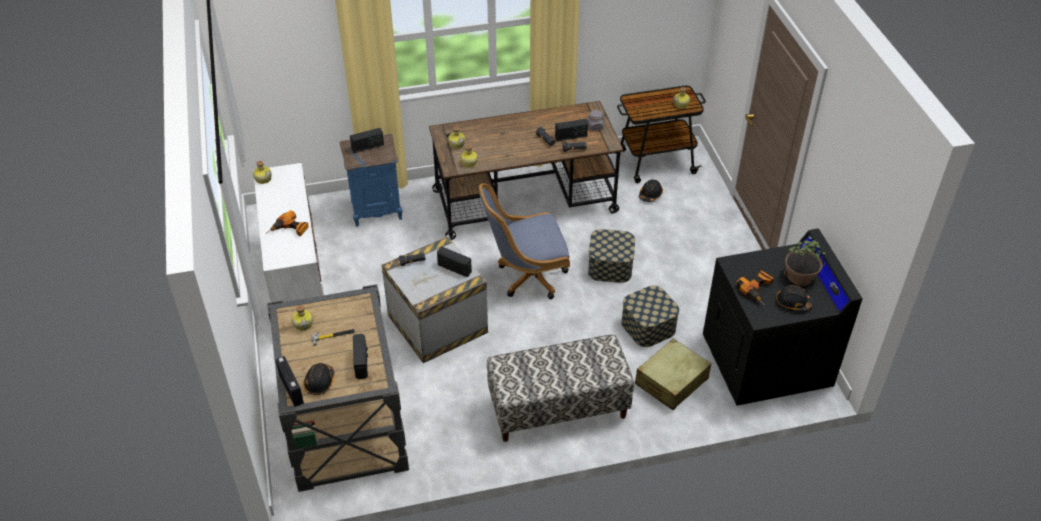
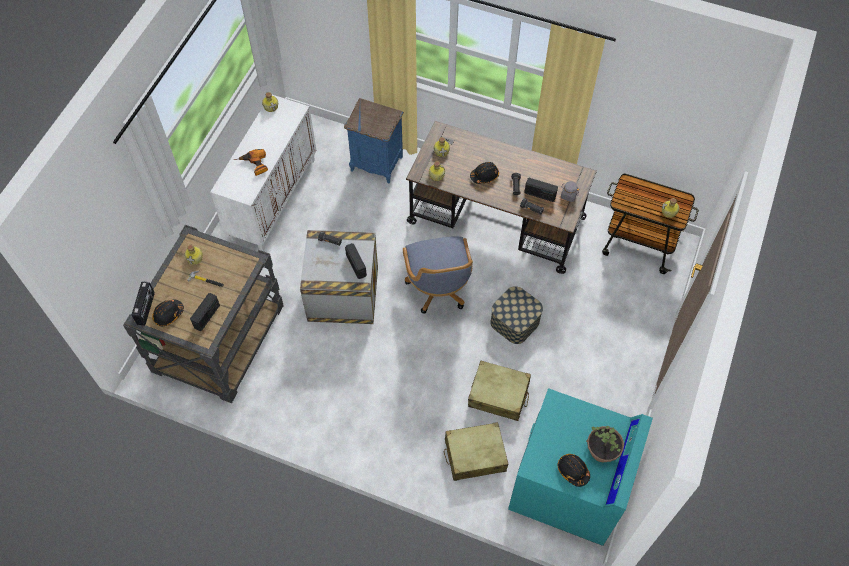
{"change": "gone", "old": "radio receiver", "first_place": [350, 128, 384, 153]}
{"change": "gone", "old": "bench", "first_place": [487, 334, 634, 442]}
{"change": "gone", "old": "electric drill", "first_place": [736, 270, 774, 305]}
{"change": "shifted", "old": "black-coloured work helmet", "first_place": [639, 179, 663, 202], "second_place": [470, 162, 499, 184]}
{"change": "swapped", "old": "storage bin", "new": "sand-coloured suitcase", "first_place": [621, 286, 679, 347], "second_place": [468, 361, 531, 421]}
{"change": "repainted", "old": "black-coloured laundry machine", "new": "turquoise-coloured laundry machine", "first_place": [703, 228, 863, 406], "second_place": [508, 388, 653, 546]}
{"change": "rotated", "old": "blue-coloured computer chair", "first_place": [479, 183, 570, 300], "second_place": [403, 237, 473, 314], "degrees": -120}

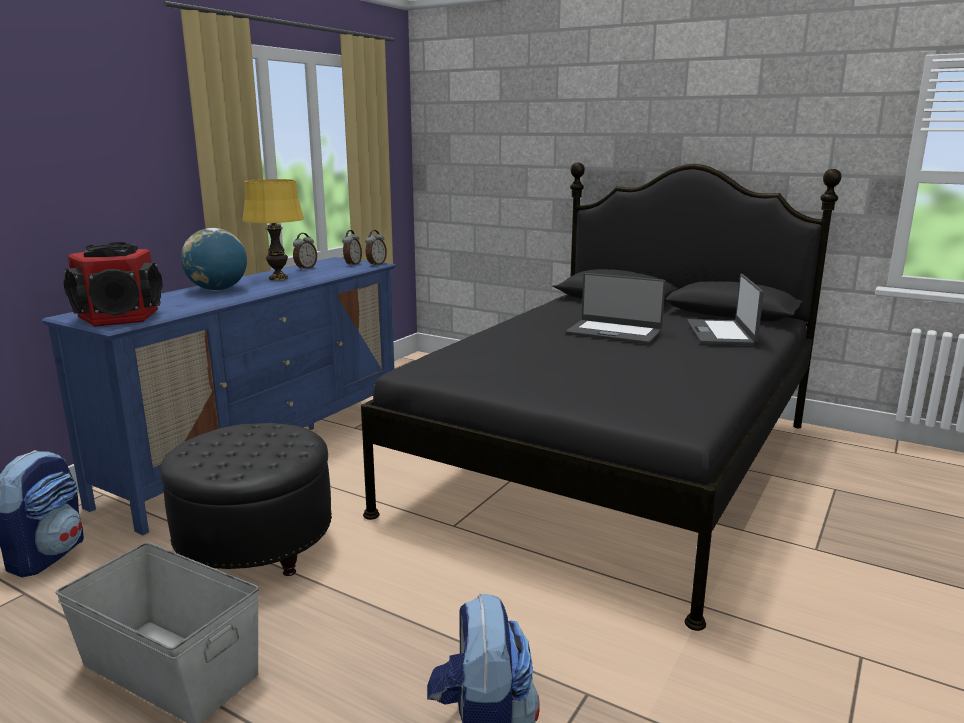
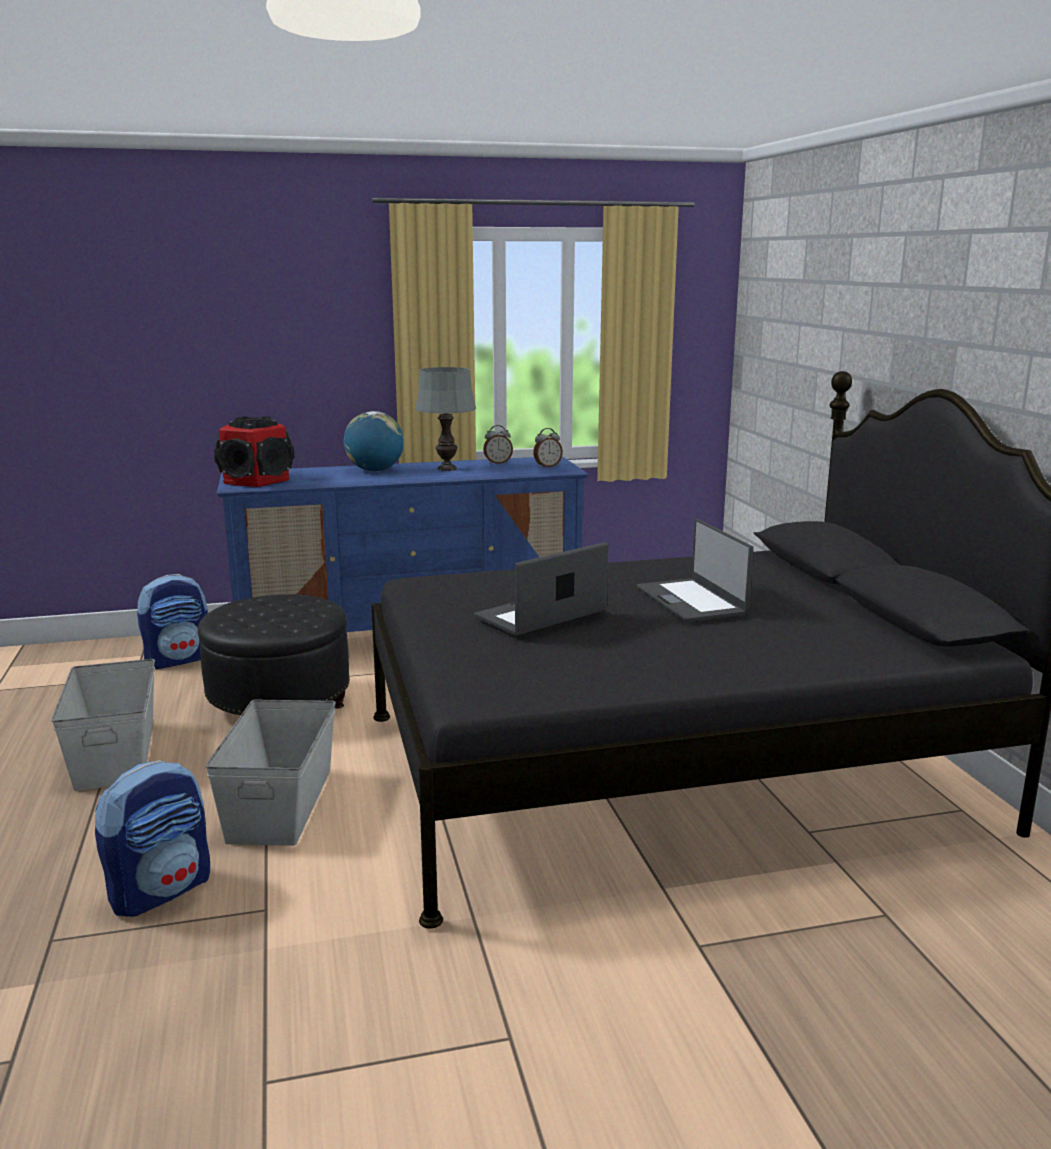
{"change": "gone", "old": "bedside clock", "first_place": [365, 230, 387, 266]}
{"change": "new", "new": "greyish storage bin", "second_place": [205, 700, 336, 846]}
{"change": "shifted", "old": "portable computer", "first_place": [687, 274, 764, 345], "second_place": [474, 542, 609, 636]}
{"change": "repainted", "old": "yellow-coloured table lamp", "new": "greyish table lamp", "first_place": [242, 179, 304, 280], "second_place": [415, 367, 476, 471]}

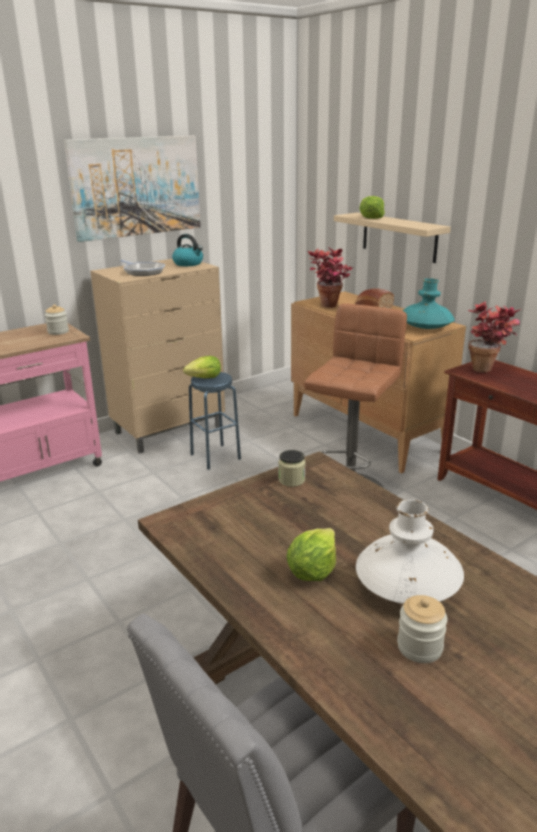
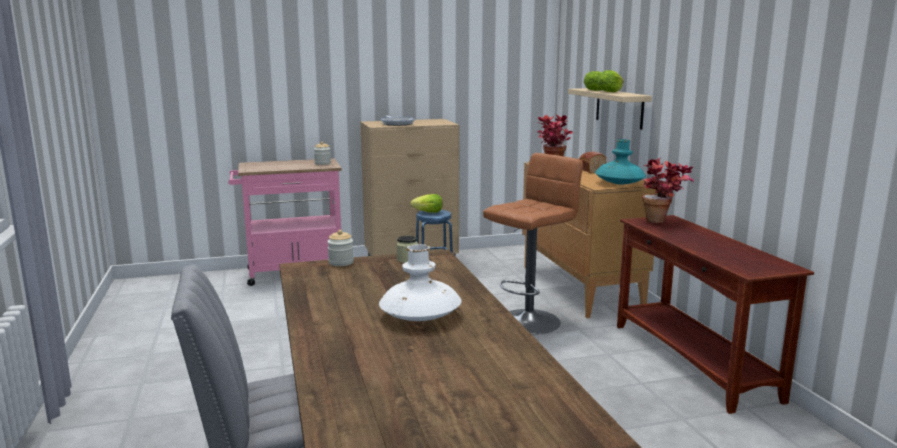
{"change": "gone", "old": "picture", "first_place": [64, 136, 201, 242]}
{"change": "gone", "old": "tea kettle", "first_place": [172, 234, 203, 266]}
{"change": "shifted", "old": "head of lettuce", "first_place": [286, 528, 336, 581], "second_place": [598, 70, 624, 93]}
{"change": "shifted", "old": "preserve jar", "first_place": [397, 595, 447, 663], "second_place": [327, 230, 354, 266]}

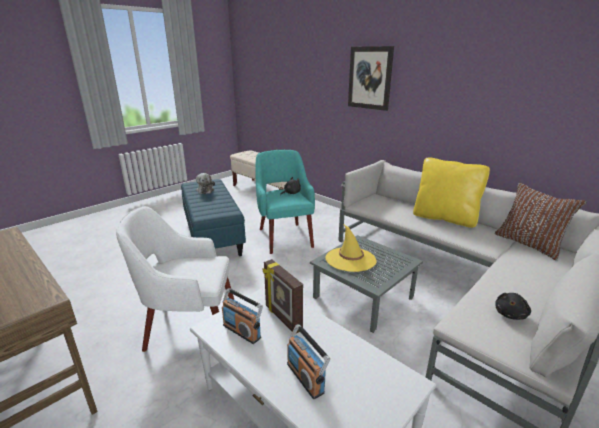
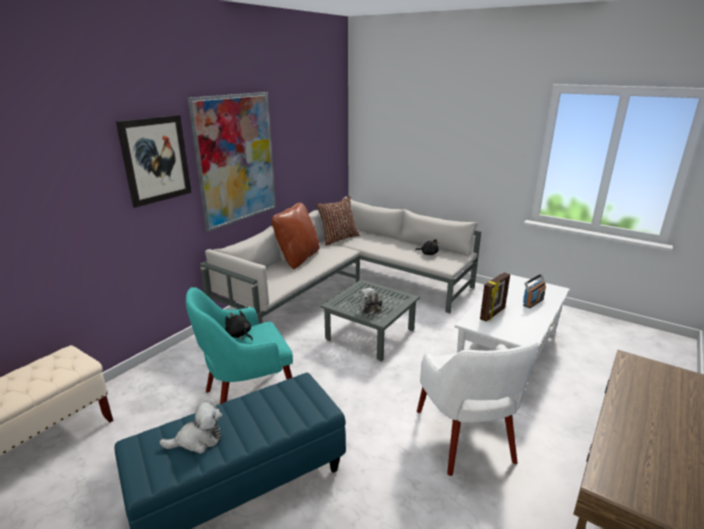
{"change": "gone", "old": "radio receiver", "first_place": [222, 288, 263, 344]}
{"change": "new", "new": "picture", "second_place": [188, 92, 276, 232]}
{"change": "swapped", "old": "yellow-coloured wearable hat", "new": "cuddly toy", "first_place": [325, 225, 377, 272], "second_place": [360, 288, 383, 315]}
{"change": "repainted", "old": "yellow-coloured cushion", "new": "brown cushion", "first_place": [413, 157, 490, 228], "second_place": [272, 202, 320, 269]}

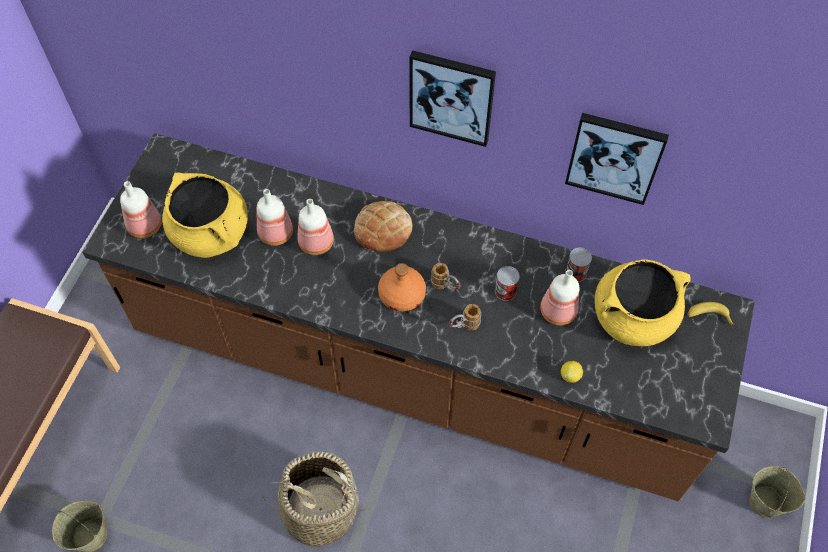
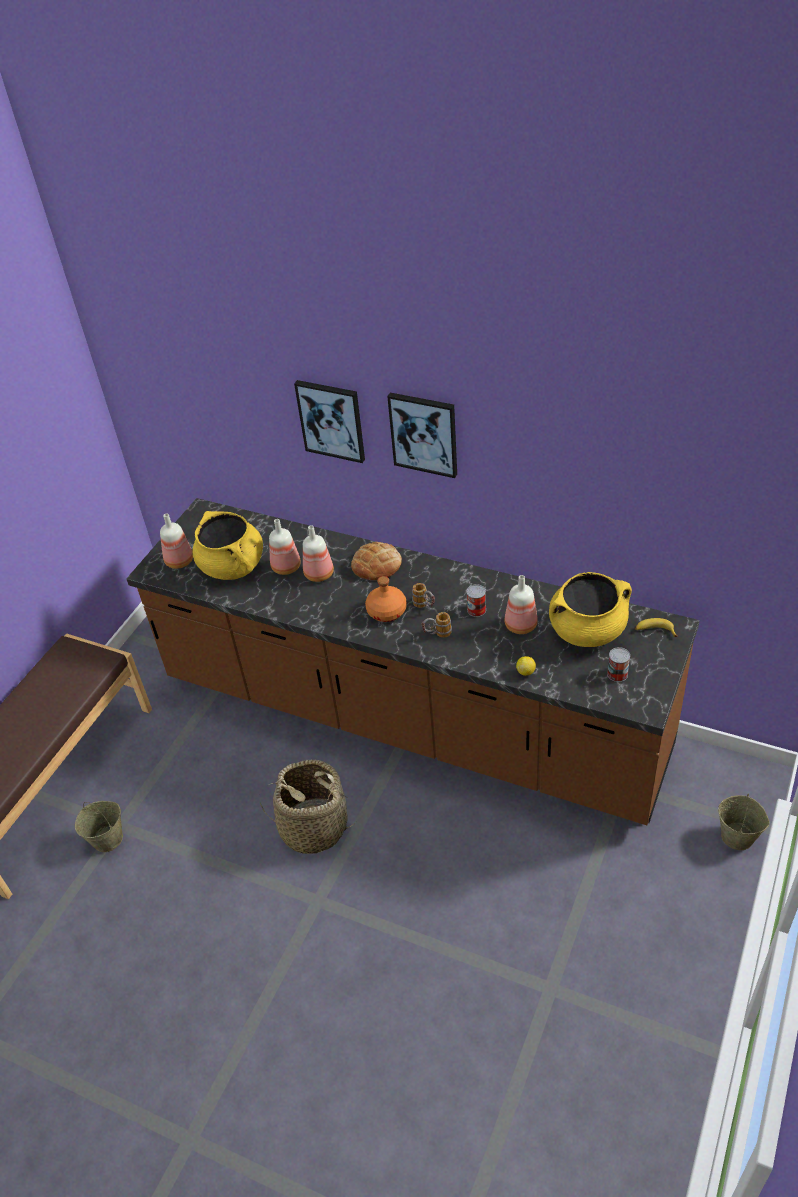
{"change": "shifted", "old": "picture", "first_place": [565, 113, 669, 205], "second_place": [294, 380, 365, 463]}
{"change": "shifted", "old": "sealed can", "first_place": [565, 248, 592, 282], "second_place": [607, 647, 630, 682]}

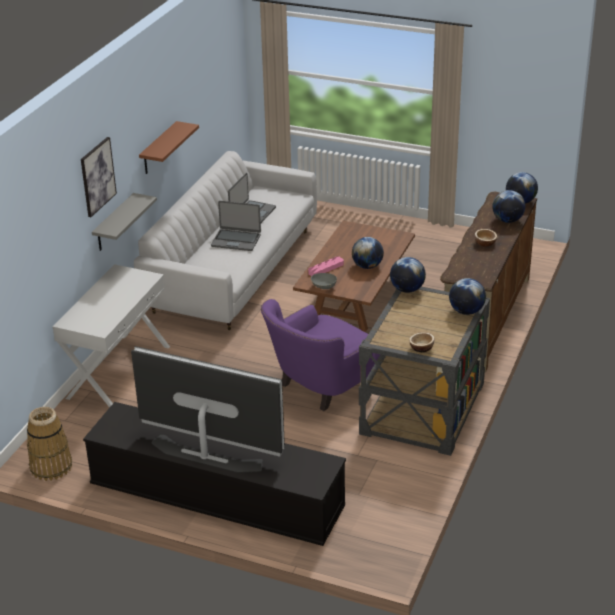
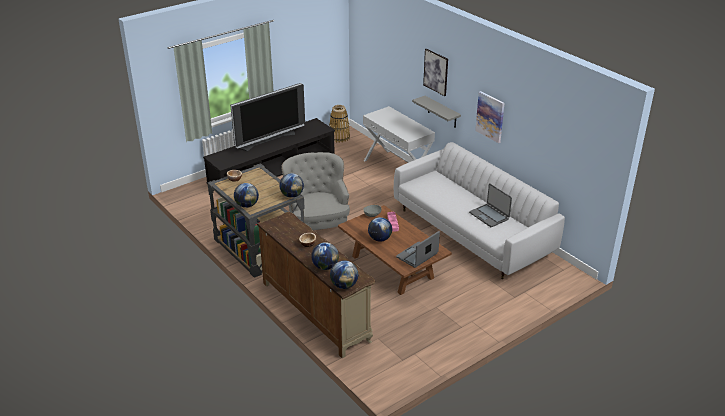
{"change": "shifted", "old": "portable computer", "first_place": [211, 201, 261, 251], "second_place": [396, 231, 440, 268]}
{"change": "swapped", "old": "brown shelf", "new": "picture", "first_place": [139, 121, 199, 174], "second_place": [475, 91, 505, 143]}
{"change": "repainted", "old": "purple lounge chair", "new": "greyish lounge chair", "first_place": [261, 299, 380, 411], "second_place": [282, 152, 350, 230]}

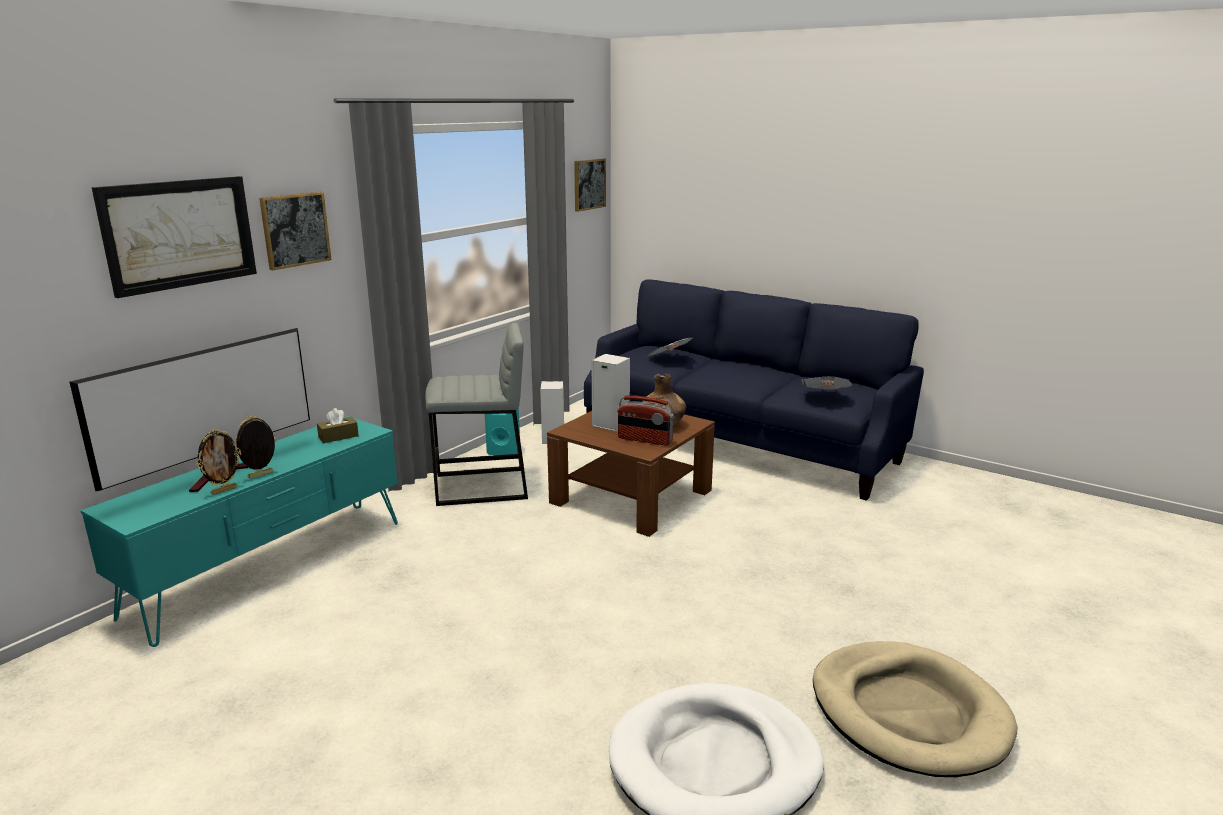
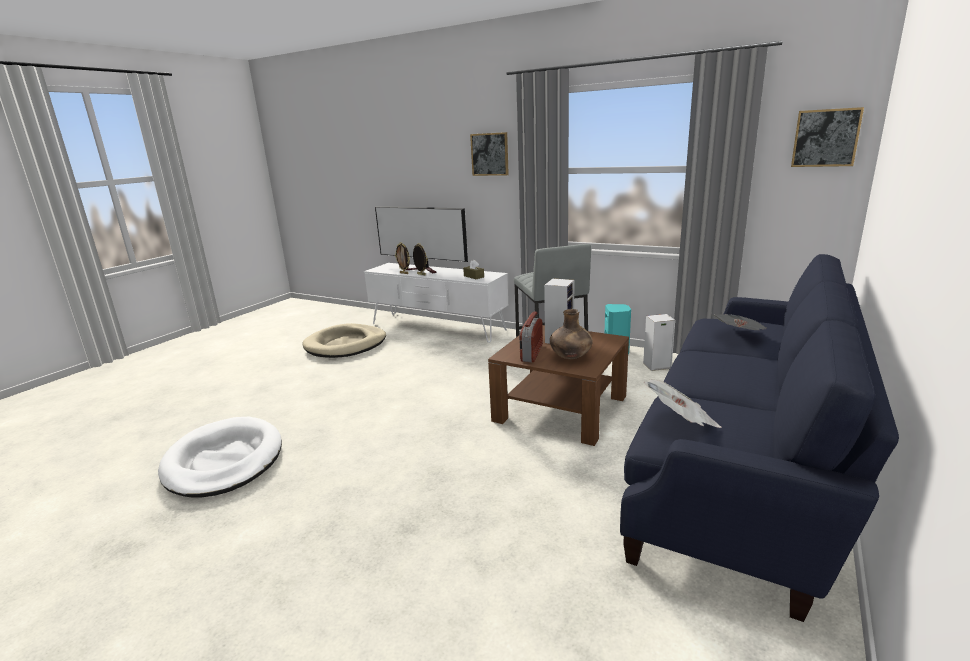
{"change": "gone", "old": "picture", "first_place": [92, 176, 257, 298]}
{"change": "shifted", "old": "sand-coloured dog bed", "first_place": [813, 641, 1017, 777], "second_place": [303, 323, 386, 358]}
{"change": "repainted", "old": "turquoise-coloured media console", "new": "whitish media console", "first_place": [80, 416, 398, 647], "second_place": [364, 263, 509, 343]}

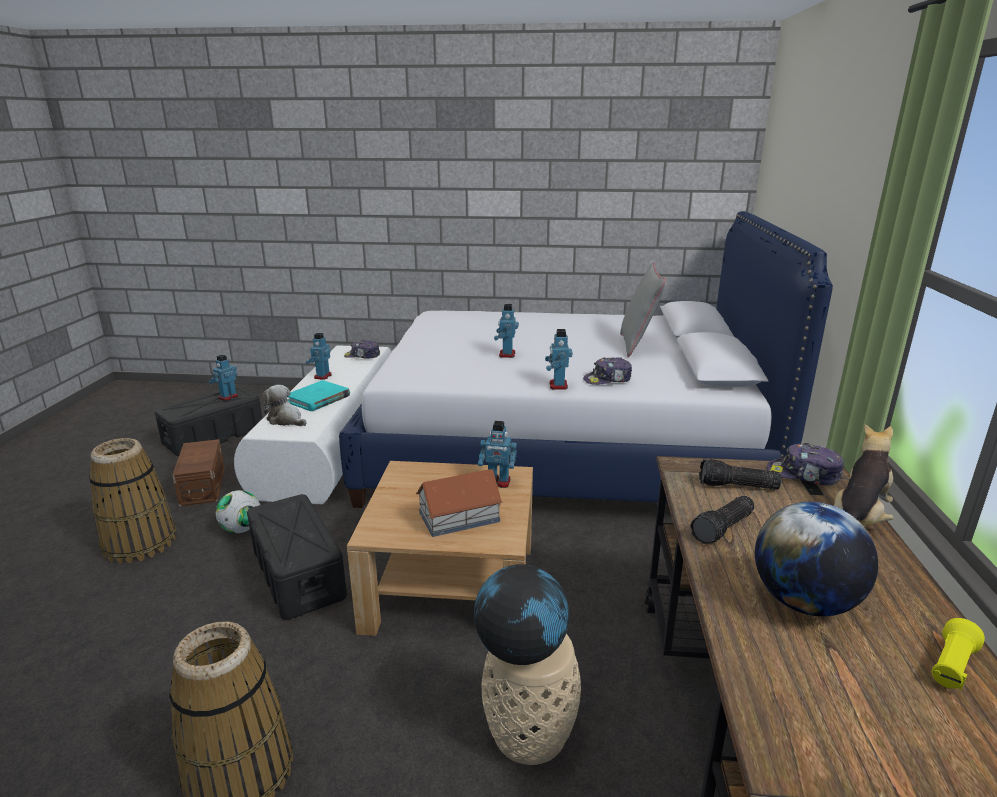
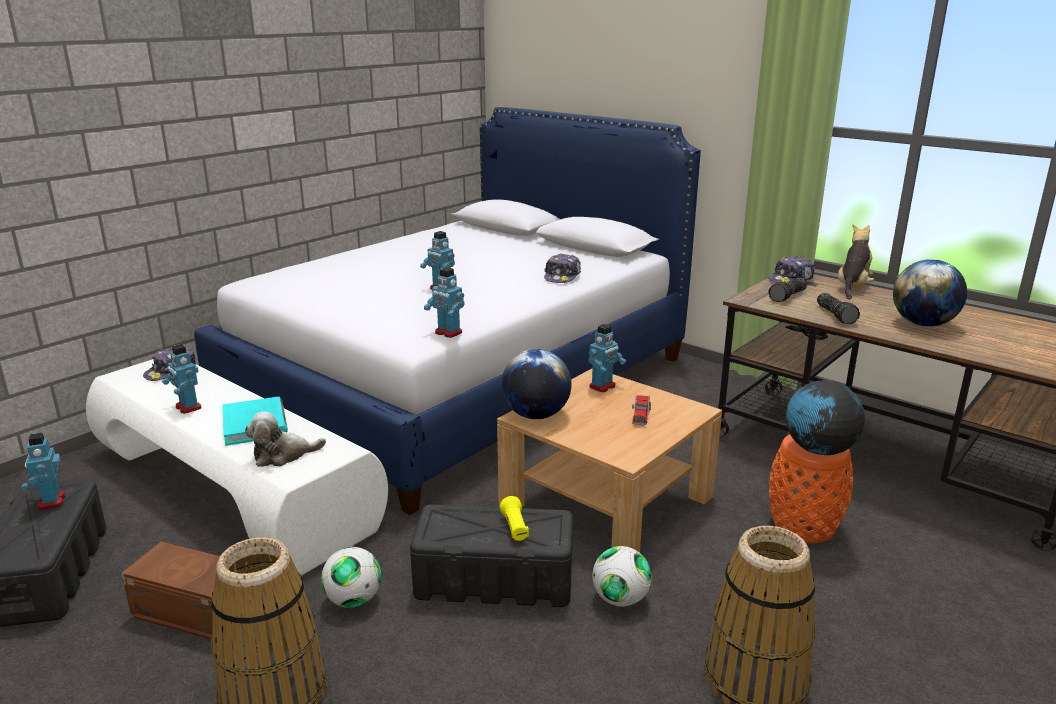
{"change": "gone", "old": "greyish cushion", "first_place": [620, 263, 665, 357]}
{"change": "new", "new": "globe", "second_place": [501, 349, 572, 419]}
{"change": "new", "new": "football ball", "second_place": [592, 546, 651, 607]}
{"change": "shifted", "old": "model robot", "first_place": [545, 329, 573, 390], "second_place": [424, 267, 465, 338]}
{"change": "shifted", "old": "yellow-coloured flashlight", "first_place": [932, 618, 985, 690], "second_place": [500, 496, 529, 541]}
{"change": "swapped", "old": "toy house", "new": "toy truck", "first_place": [416, 469, 502, 537], "second_place": [632, 395, 651, 425]}
{"change": "repainted", "old": "sand-coloured stool", "new": "orange stool", "first_place": [481, 634, 581, 765], "second_place": [769, 434, 853, 543]}
{"change": "rotated", "old": "cuddly toy", "first_place": [834, 424, 894, 525], "second_place": [838, 224, 874, 300], "degrees": 45}

